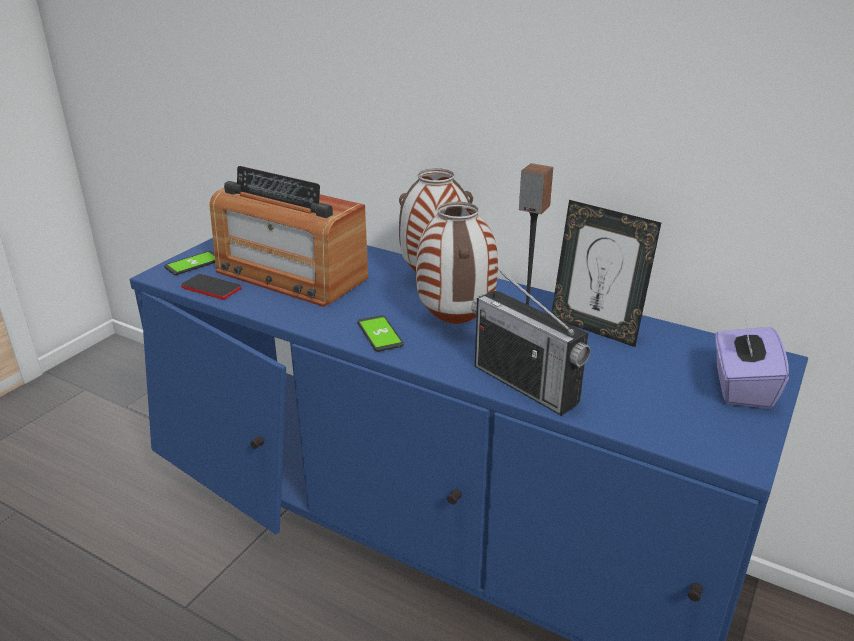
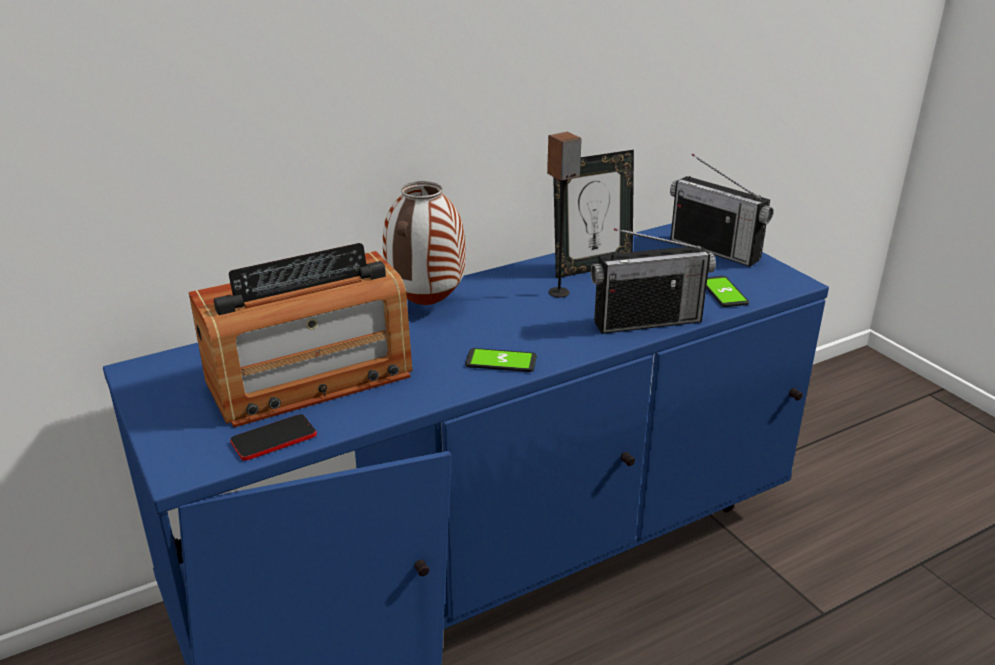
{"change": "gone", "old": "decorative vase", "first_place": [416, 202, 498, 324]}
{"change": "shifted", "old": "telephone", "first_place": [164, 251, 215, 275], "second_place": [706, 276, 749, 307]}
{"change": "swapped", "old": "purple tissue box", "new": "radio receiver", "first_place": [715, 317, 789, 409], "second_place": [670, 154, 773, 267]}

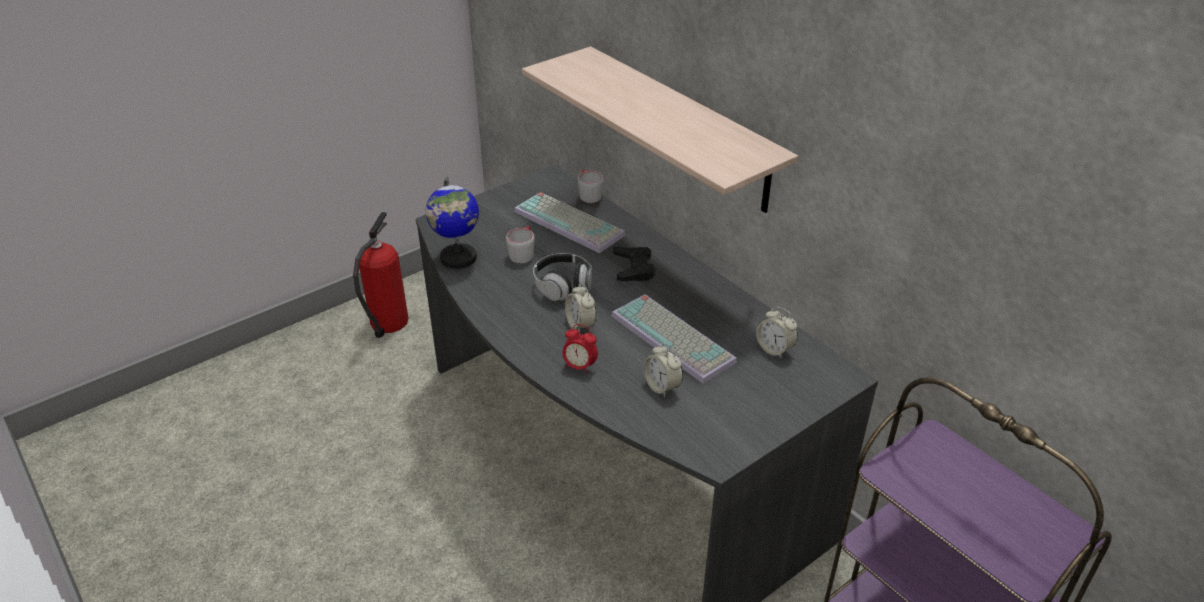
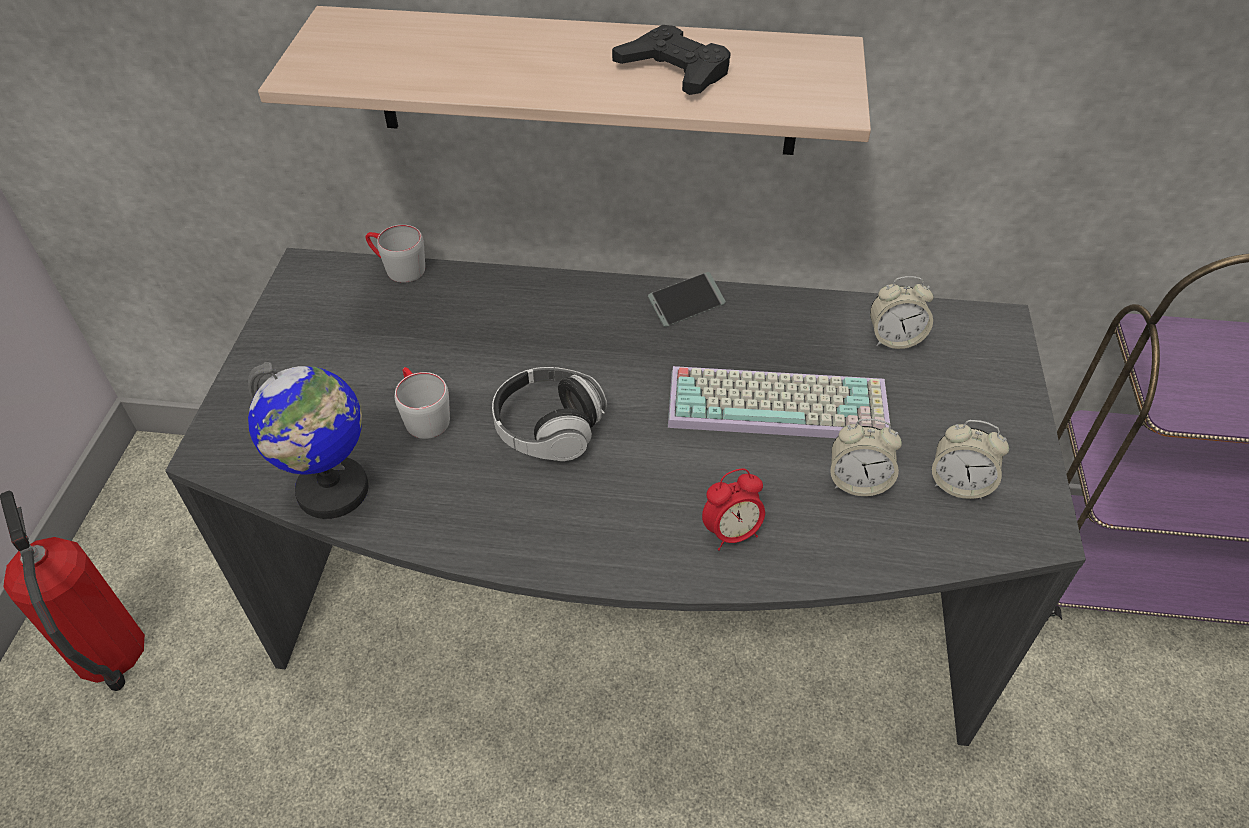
{"change": "gone", "old": "computer keyboard", "first_place": [514, 192, 625, 253]}
{"change": "new", "new": "telephone", "second_place": [648, 272, 726, 327]}
{"change": "shifted", "old": "bedside clock", "first_place": [565, 283, 596, 334], "second_place": [932, 420, 1009, 499]}
{"change": "shifted", "old": "black-coloured joypad", "first_place": [613, 247, 655, 281], "second_place": [612, 25, 731, 95]}

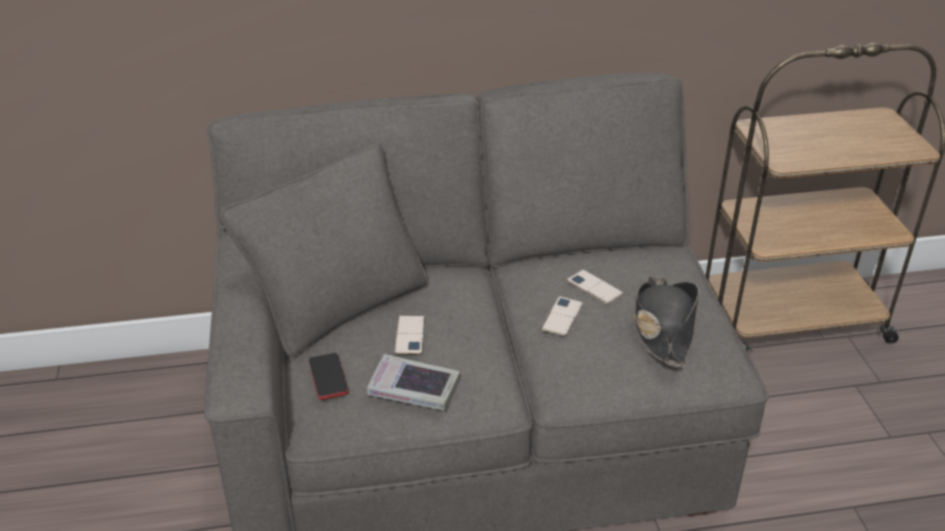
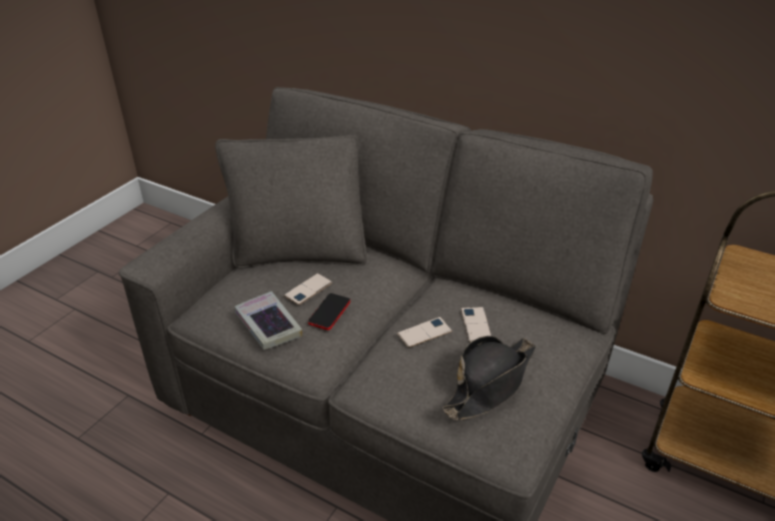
{"change": "shifted", "old": "telephone", "first_place": [309, 353, 348, 399], "second_place": [308, 293, 350, 330]}

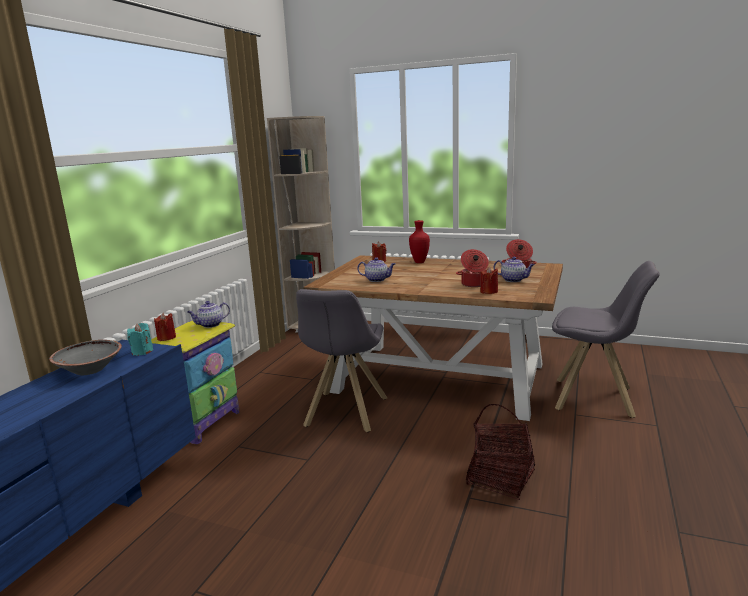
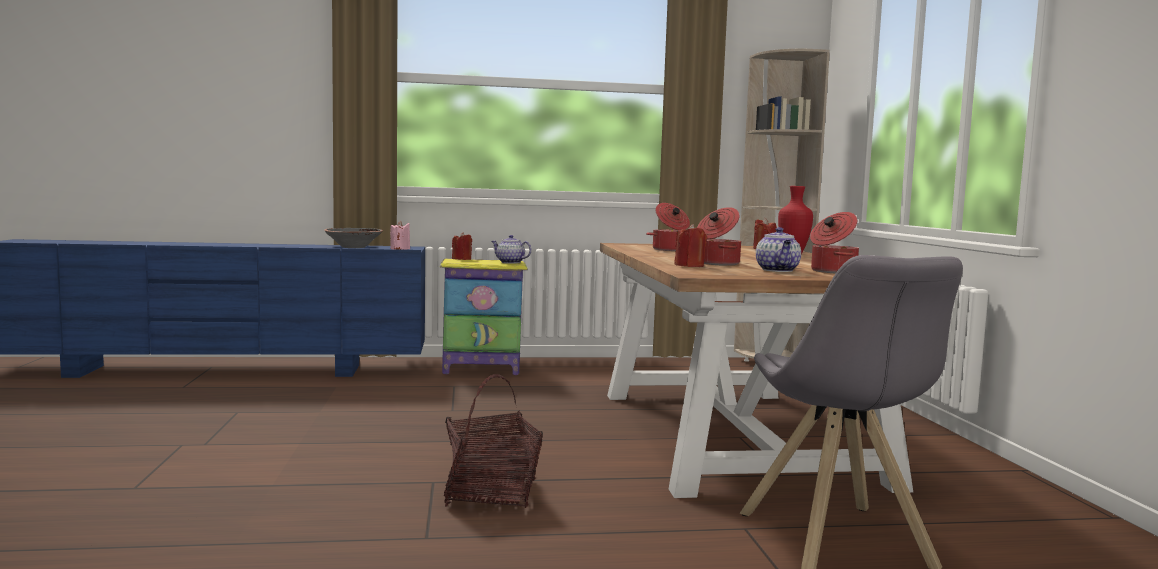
{"change": "gone", "old": "greyish chair", "first_place": [296, 289, 387, 432]}
{"change": "swapped", "old": "tea pot", "new": "saucepot", "first_place": [357, 257, 395, 282], "second_place": [646, 203, 690, 251]}
{"change": "repainted", "old": "turquoise-coloured wax light", "new": "pink wax light", "first_place": [127, 323, 153, 356], "second_place": [390, 221, 410, 250]}

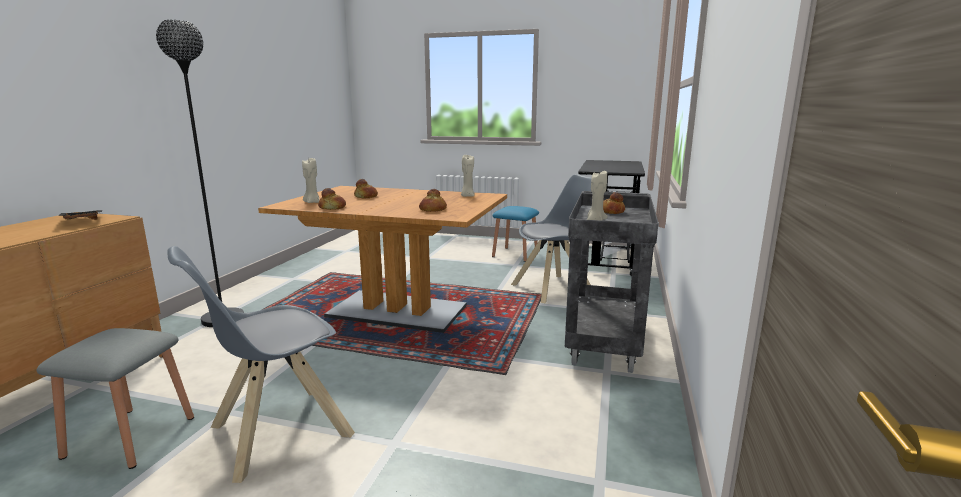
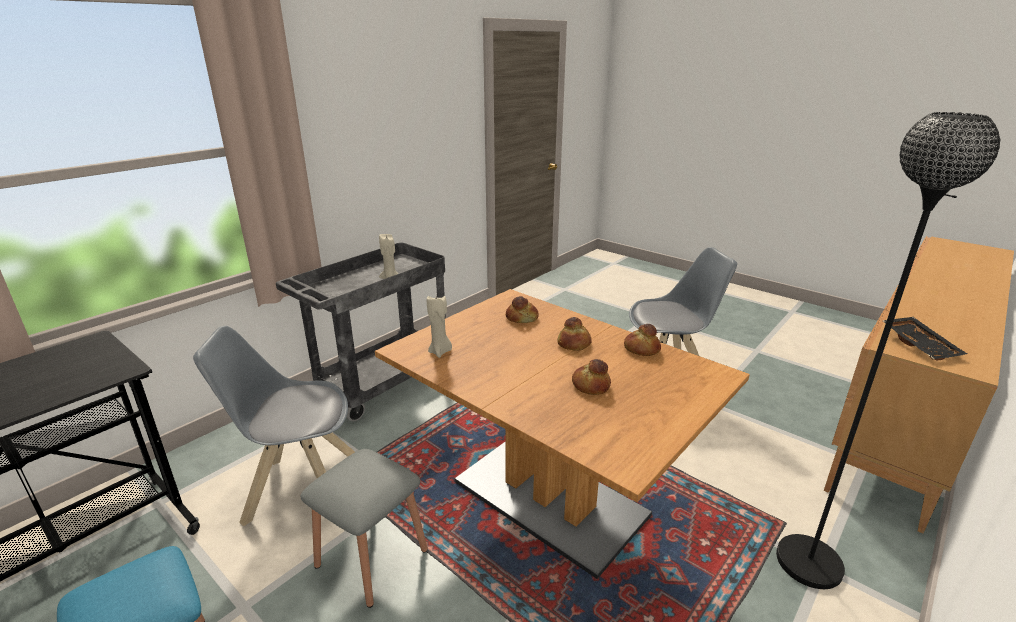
{"change": "gone", "old": "sand-coloured wax light", "first_place": [302, 158, 320, 203]}
{"change": "shifted", "old": "greyish stool", "first_place": [36, 328, 194, 469], "second_place": [301, 449, 428, 608]}
{"change": "shifted", "old": "bakery bread", "first_place": [603, 192, 625, 214], "second_place": [557, 317, 592, 351]}

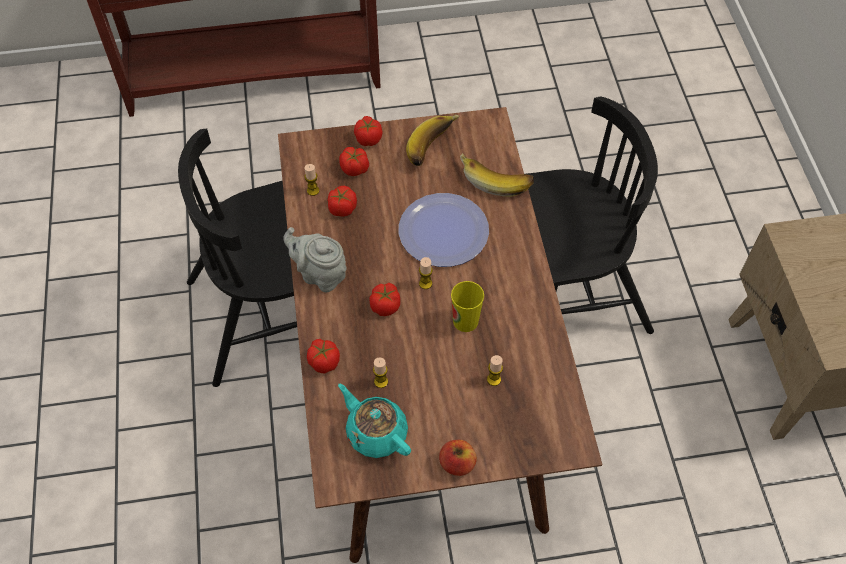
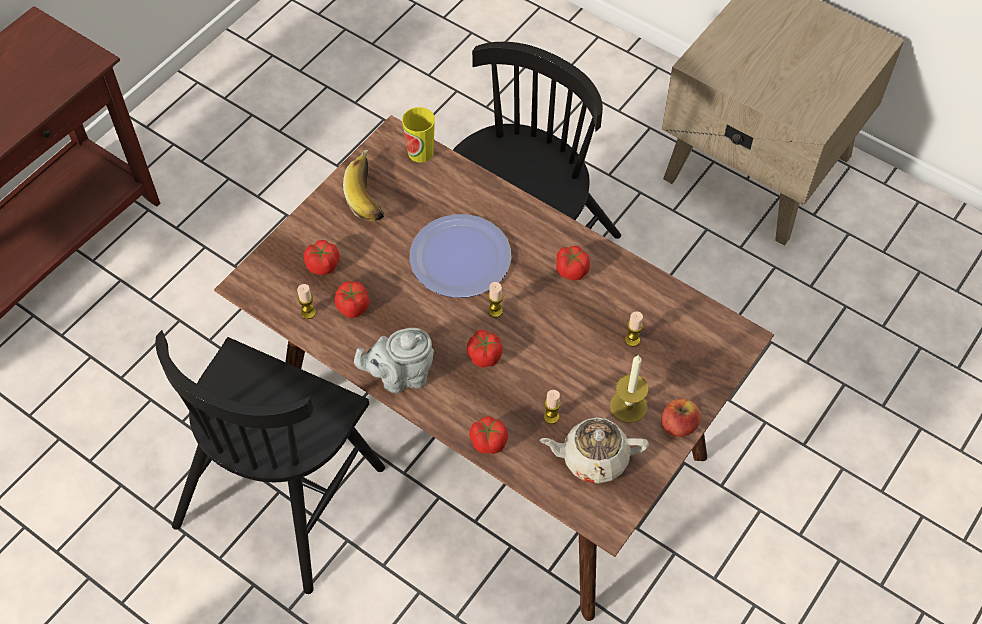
{"change": "gone", "old": "whole banana", "first_place": [460, 153, 534, 197]}
{"change": "new", "new": "wax light", "second_place": [610, 354, 648, 423]}
{"change": "shifted", "old": "fresh tomato", "first_place": [354, 116, 382, 146], "second_place": [556, 246, 590, 281]}
{"change": "shifted", "old": "small cup", "first_place": [451, 281, 484, 332], "second_place": [402, 107, 435, 162]}
{"change": "repainted", "old": "turquoise-coloured tea pot", "new": "sand-coloured tea pot", "first_place": [338, 384, 411, 458], "second_place": [539, 417, 649, 484]}

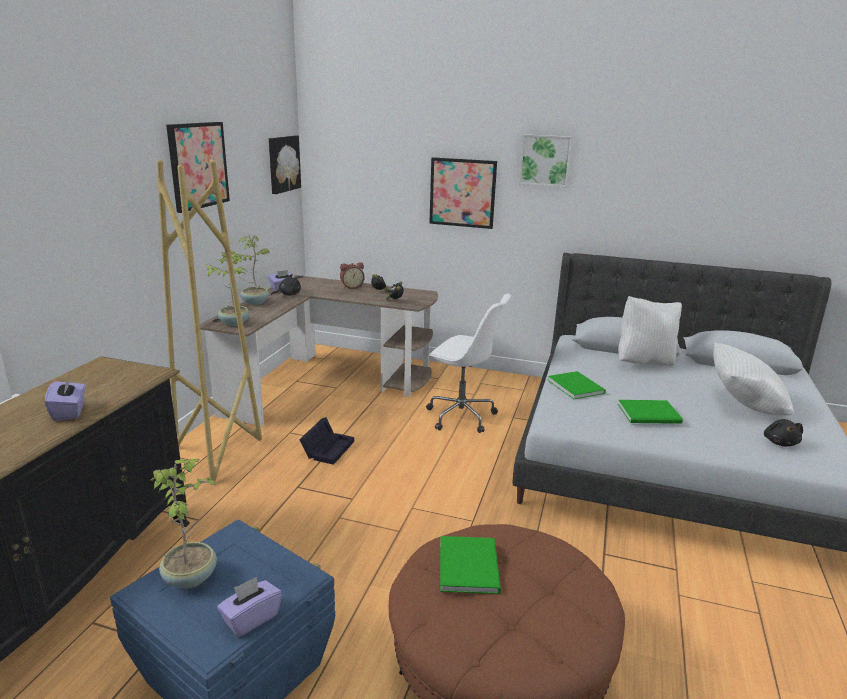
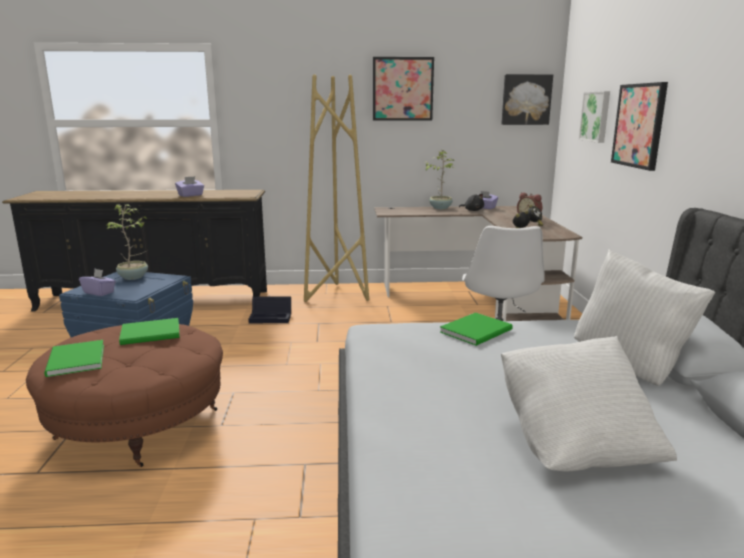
{"change": "gone", "old": "houseplant", "first_place": [206, 250, 250, 326]}
{"change": "gone", "old": "black-coloured cuddly toy", "first_place": [764, 419, 803, 446]}
{"change": "shifted", "old": "black-coloured storage bin", "first_place": [299, 417, 354, 465], "second_place": [248, 296, 291, 323]}
{"change": "shifted", "old": "picture", "first_place": [519, 134, 573, 187], "second_place": [579, 91, 610, 143]}
{"change": "shifted", "old": "green book", "first_place": [618, 400, 683, 424], "second_place": [44, 340, 104, 377]}

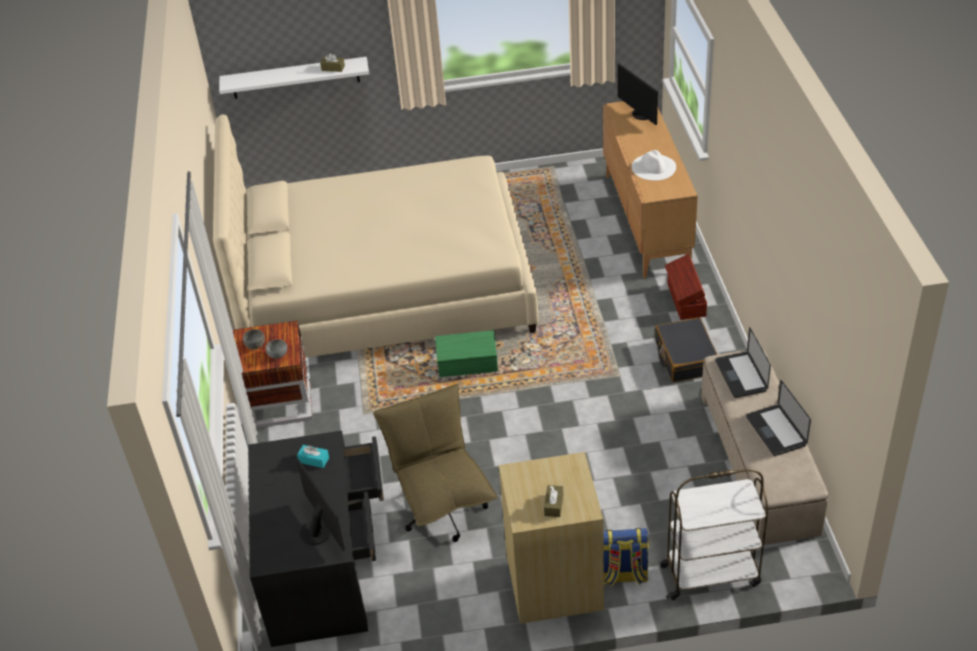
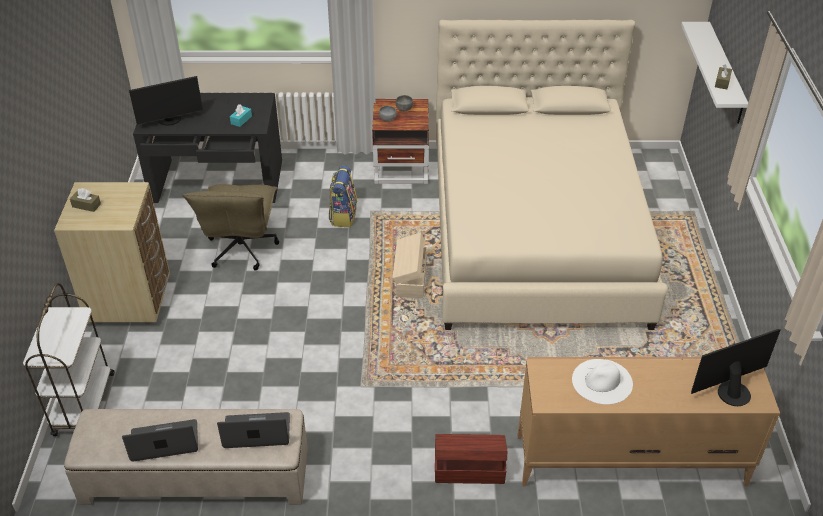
{"change": "gone", "old": "black-coloured suitcase", "first_place": [655, 318, 718, 382]}
{"change": "shifted", "old": "knapsack", "first_place": [603, 528, 649, 586], "second_place": [329, 166, 357, 227]}
{"change": "repainted", "old": "green storage bin", "new": "sand-coloured storage bin", "first_place": [435, 330, 498, 377], "second_place": [392, 233, 427, 298]}
{"change": "rotated", "old": "sand-coloured computer chair", "first_place": [373, 384, 498, 542], "second_place": [182, 184, 279, 271], "degrees": 105}

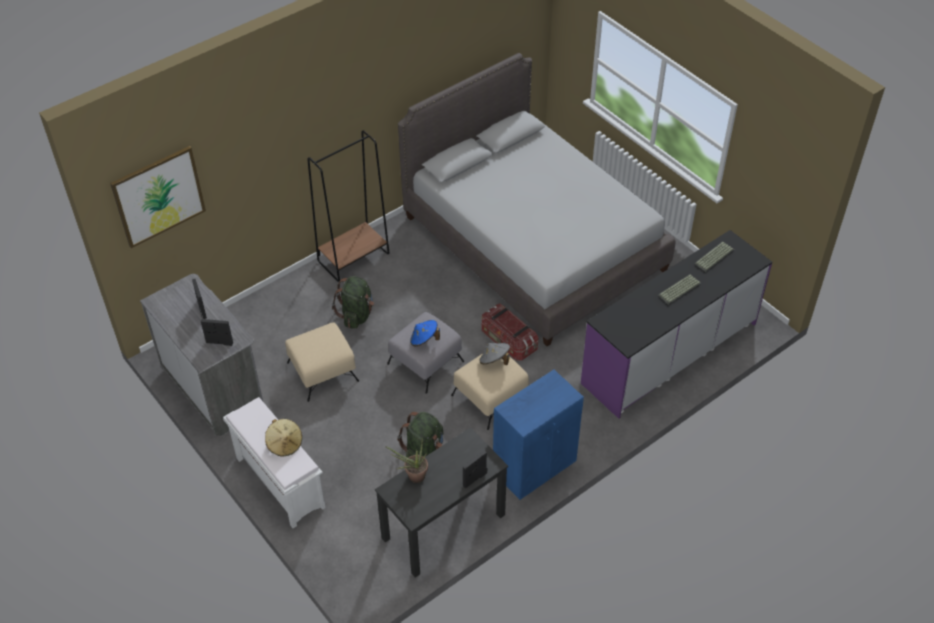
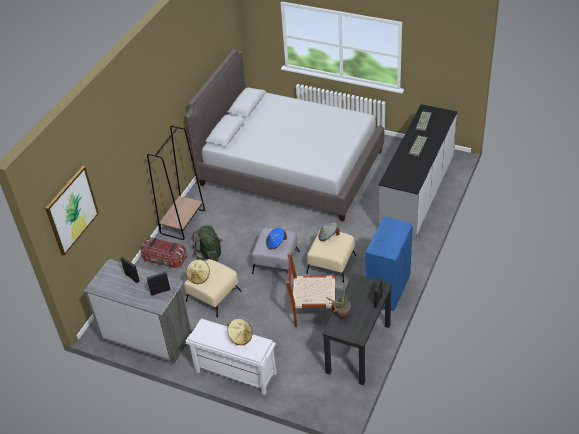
{"change": "new", "new": "sand-coloured wearable hat", "second_place": [186, 259, 210, 284]}
{"change": "shifted", "old": "storage bin", "first_place": [482, 304, 538, 361], "second_place": [141, 237, 187, 268]}
{"change": "swapped", "old": "green knapsack", "new": "chair", "first_place": [397, 412, 443, 458], "second_place": [286, 253, 335, 327]}
{"change": "repainted", "old": "purple chest of drawers", "new": "greyish chest of drawers", "first_place": [581, 230, 772, 419], "second_place": [379, 104, 457, 242]}

